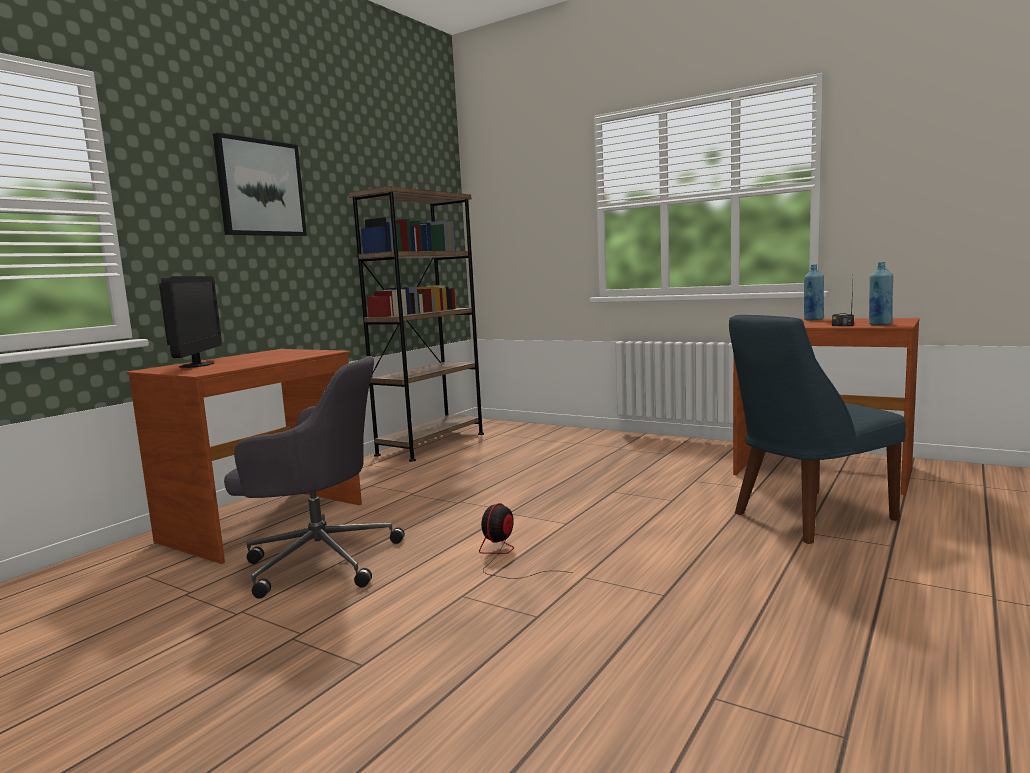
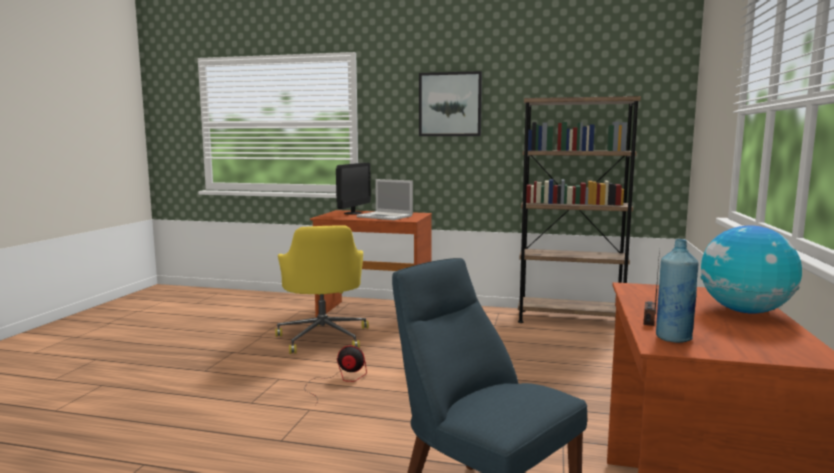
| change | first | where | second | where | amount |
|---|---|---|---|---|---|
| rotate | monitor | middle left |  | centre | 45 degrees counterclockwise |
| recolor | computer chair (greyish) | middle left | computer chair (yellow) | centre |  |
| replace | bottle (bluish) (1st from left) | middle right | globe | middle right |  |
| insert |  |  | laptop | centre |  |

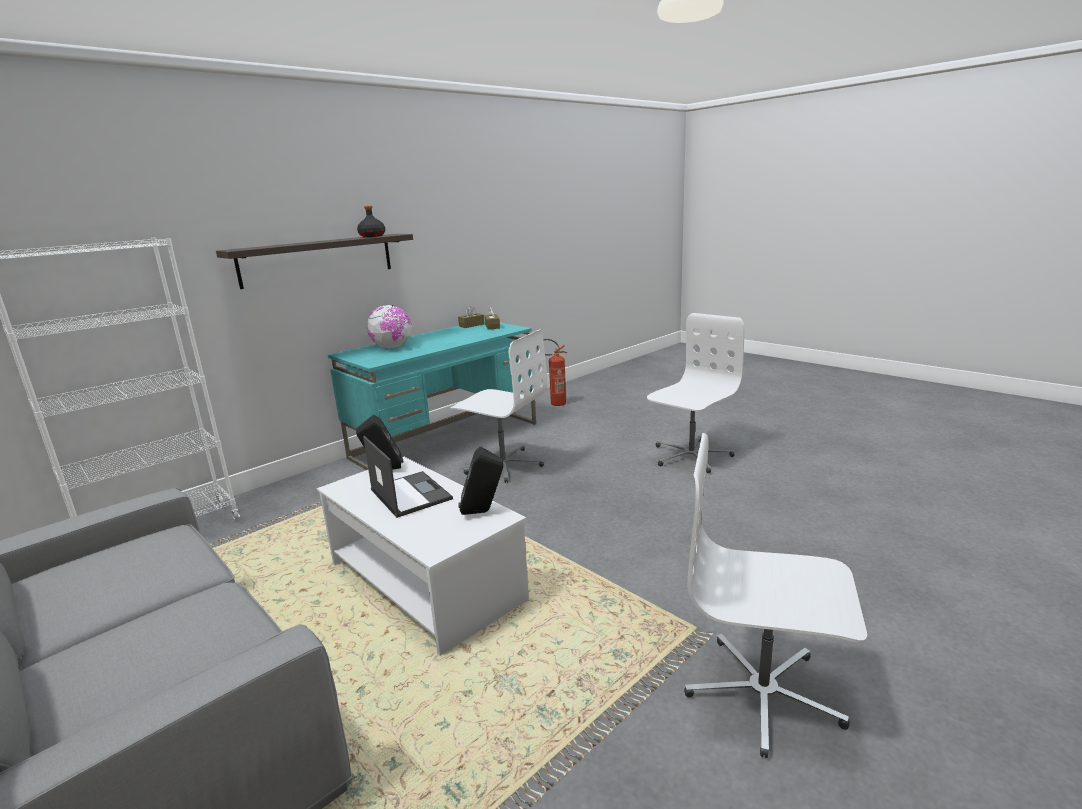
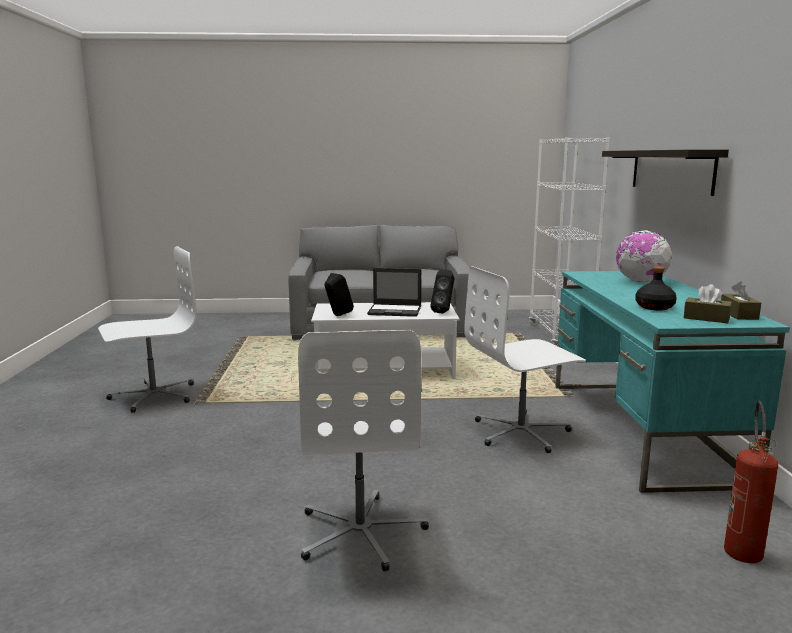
| change | first | where | second | where | amount |
|---|---|---|---|---|---|
| move | bottle (black-coloured) | top centre |  | middle right |  |

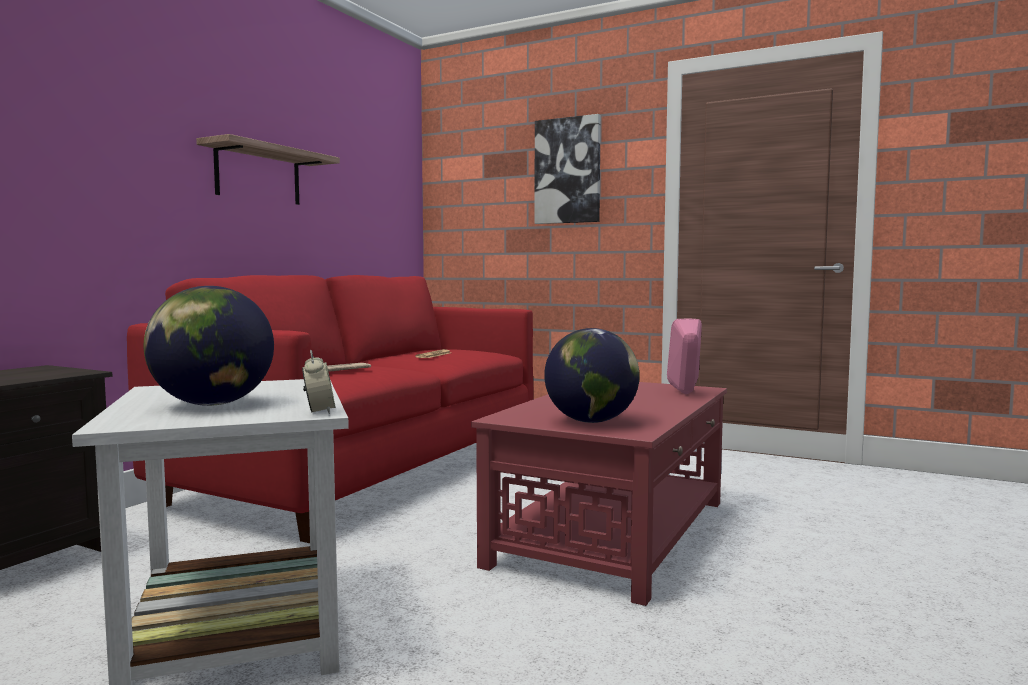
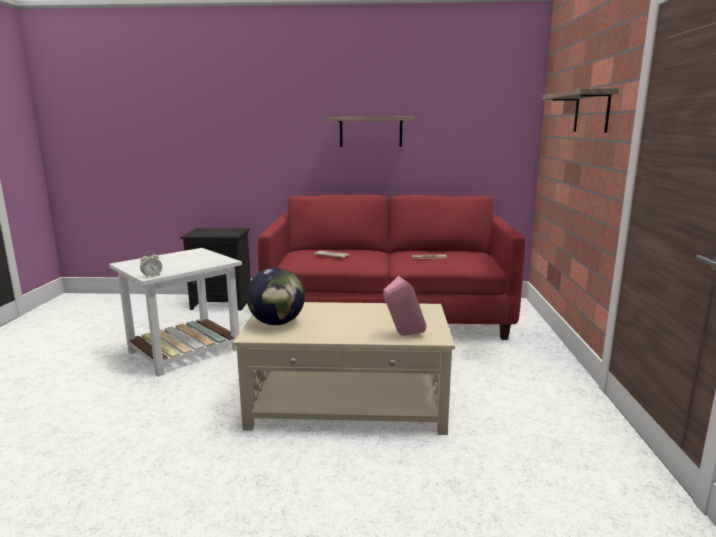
| change | first | where | second | where | amount |
|---|---|---|---|---|---|
| delete | globe (1st from left) | middle left |  |  |  |
| recolor | lounge table (red) | bottom centre | lounge table (sand-coloured) | bottom centre |  |
| replace | wall picture | top centre | bracket shelf (2nd from left) | top right |  |

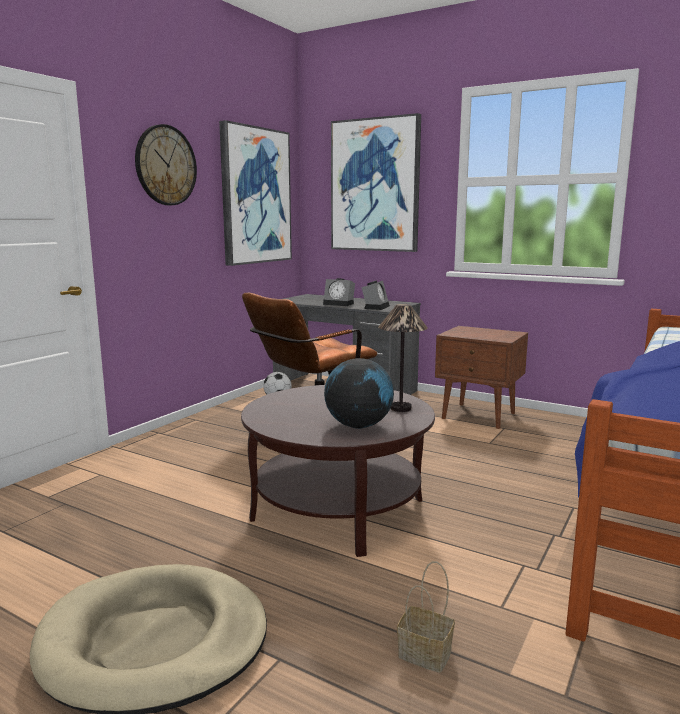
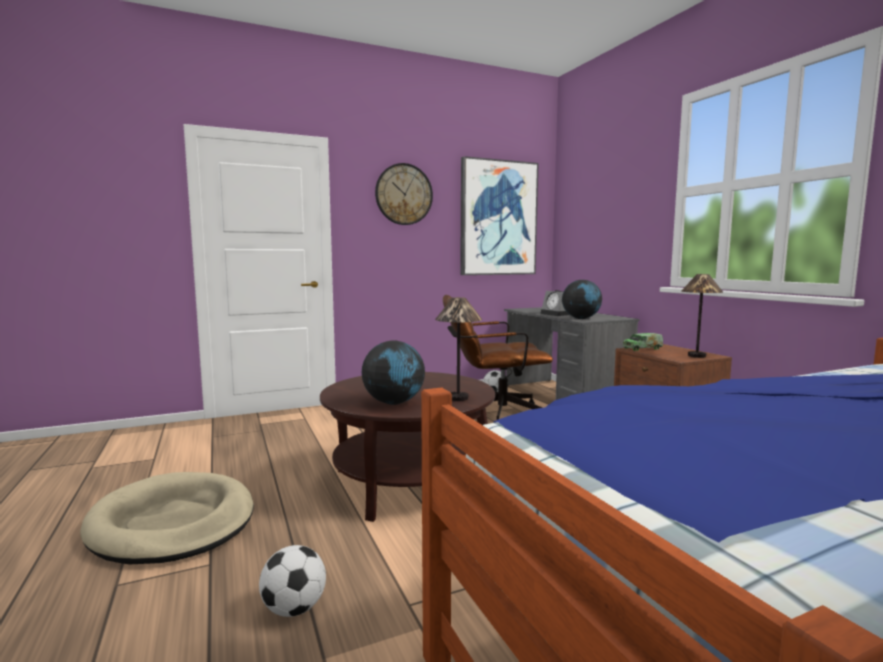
| change | first | where | second | where | amount |
|---|---|---|---|---|---|
| delete | wall picture (2nd from left) | top centre |  |  |  |
| replace | table clock (2nd from left) | centre | globe (2nd from left) | centre |  |
| replace | household basket | bottom centre | football (1st from left) | bottom left |  |
| insert |  |  | toy lorry | middle right |  |
| insert |  |  | tabletop lamp (2nd from left) | middle right |  |

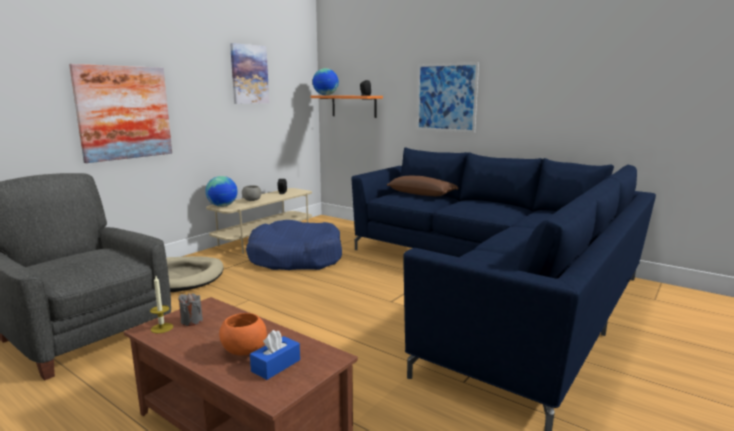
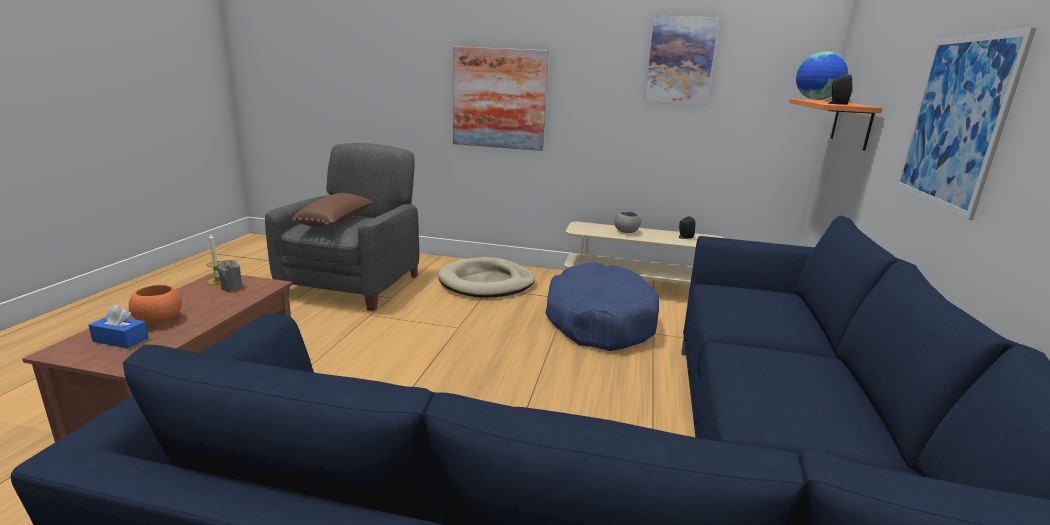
| change | first | where | second | where | amount |
|---|---|---|---|---|---|
| delete | globe (1st from left) | middle left |  |  |  |
| move | cushion (brown-coloured) | centre |  | middle left |  |

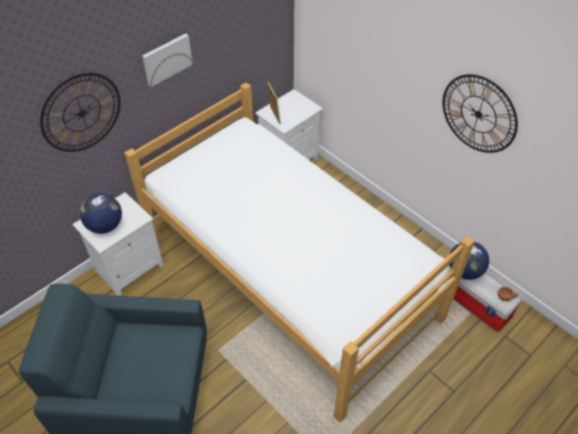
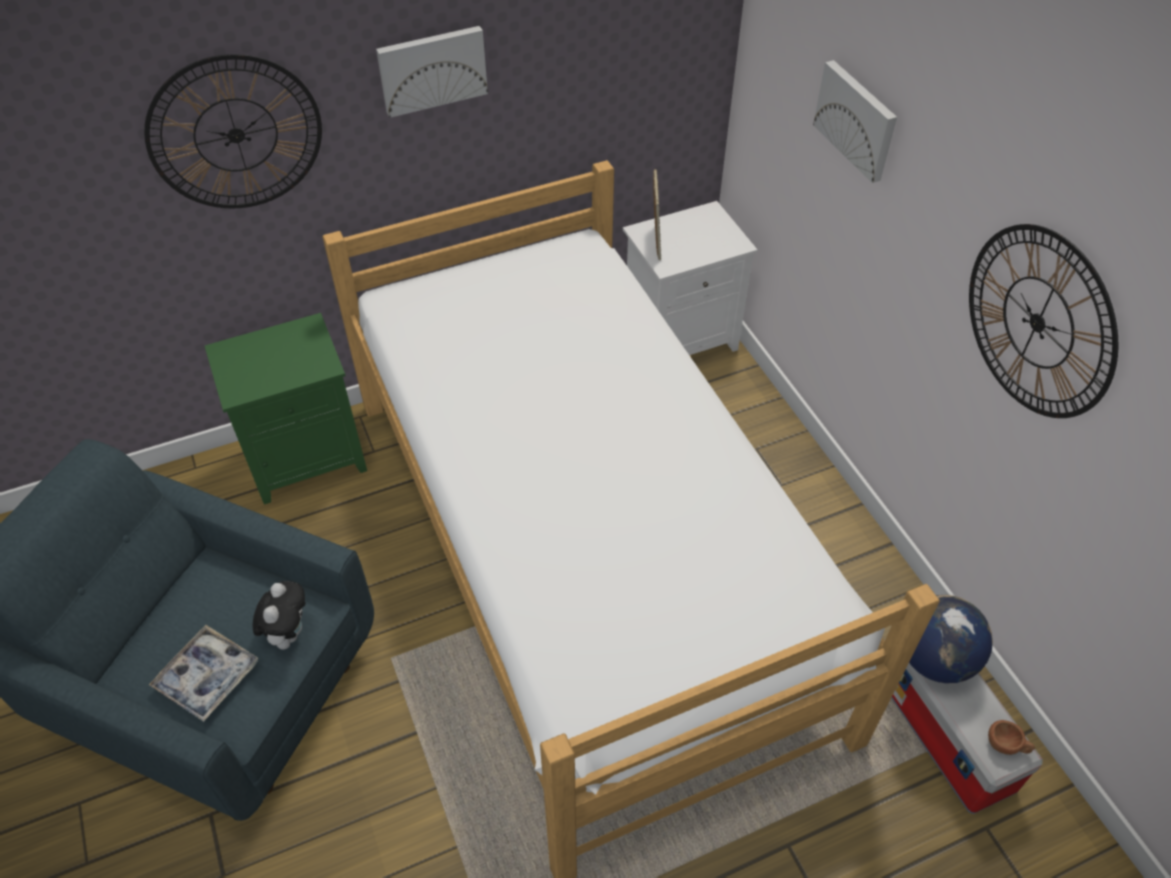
| change | first | where | second | where | amount |
|---|---|---|---|---|---|
| recolor | bedside table (whitish) (1st from left) | middle left | bedside table (green) | middle left |  |
| delete | globe (1st from left) | middle left |  |  |  |
| insert |  |  | carrying tray | bottom left |  |
| insert |  |  | cuddly toy | bottom left |  |
| insert |  |  | wall picture (2nd from left) | top right |  |

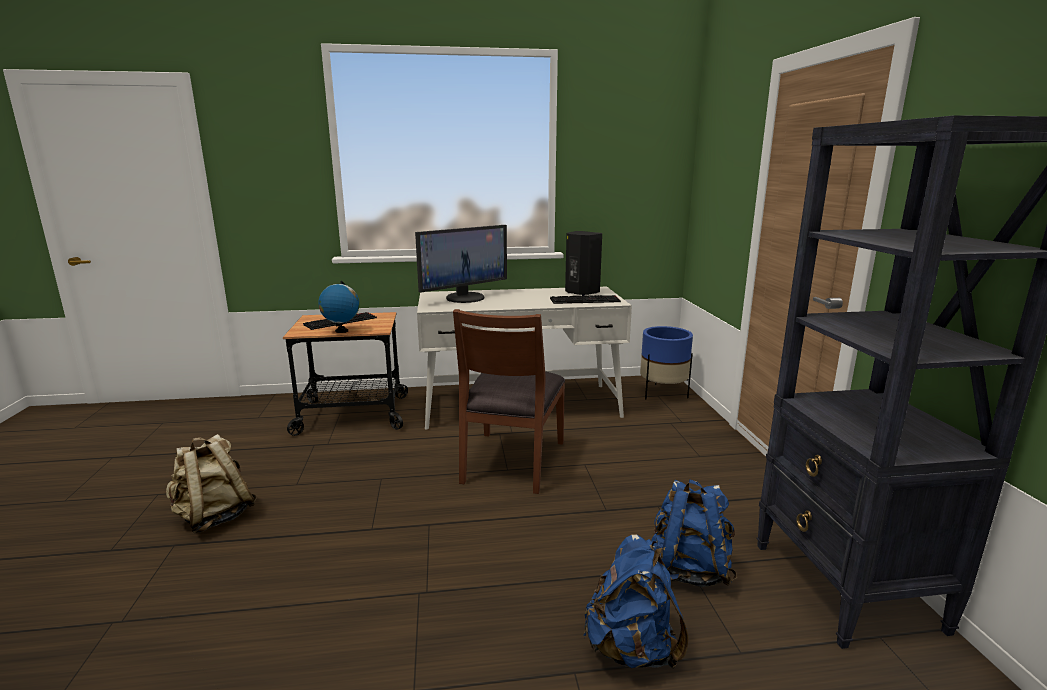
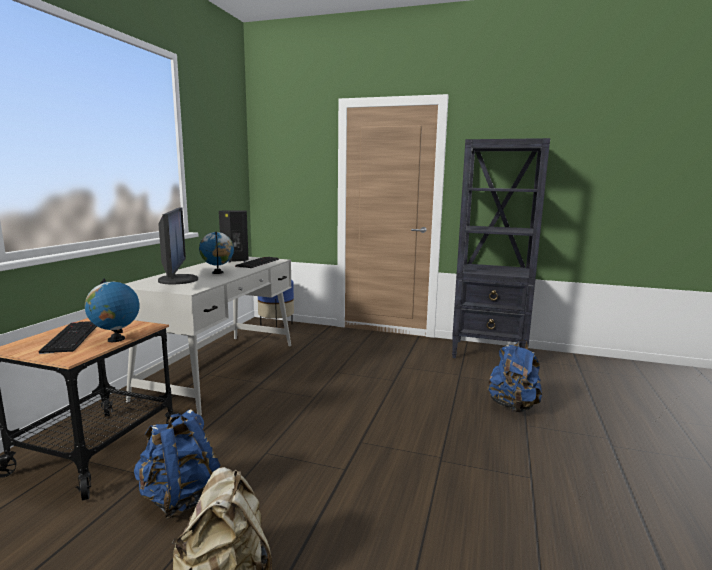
| change | first | where | second | where | amount |
|---|---|---|---|---|---|
| delete | upright chair (brown-coloured) | centre |  |  |  |
| move | backpack (bluish) (2nd from left in the first image) | bottom centre | backpack (bluish) (1st from left) | bottom left |  |
| insert |  |  | globe (2nd from left) | middle left |  |

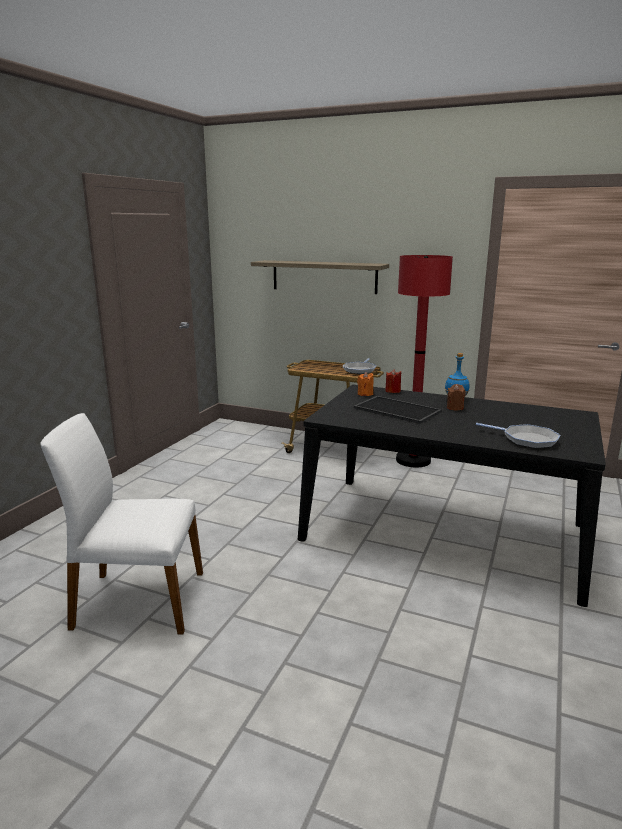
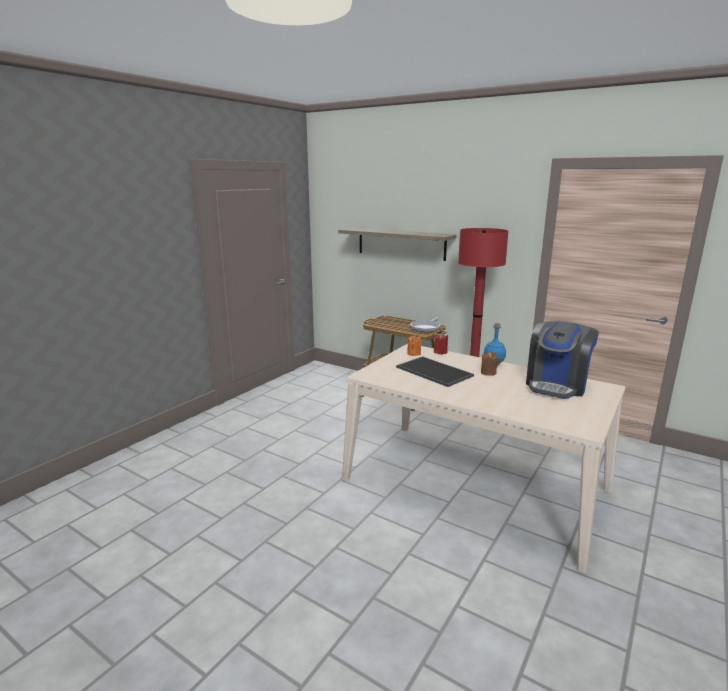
| change | first | where | second | where | amount |
|---|---|---|---|---|---|
| delete | upright chair (whitish) | middle left |  |  |  |
| recolor | kitchen table (black-coloured) | middle right | kitchen table (sand-coloured) | centre |  |
| delete | skillet (2nd from left) | middle right |  |  |  |
| insert |  |  | coffee maker | middle right |  |

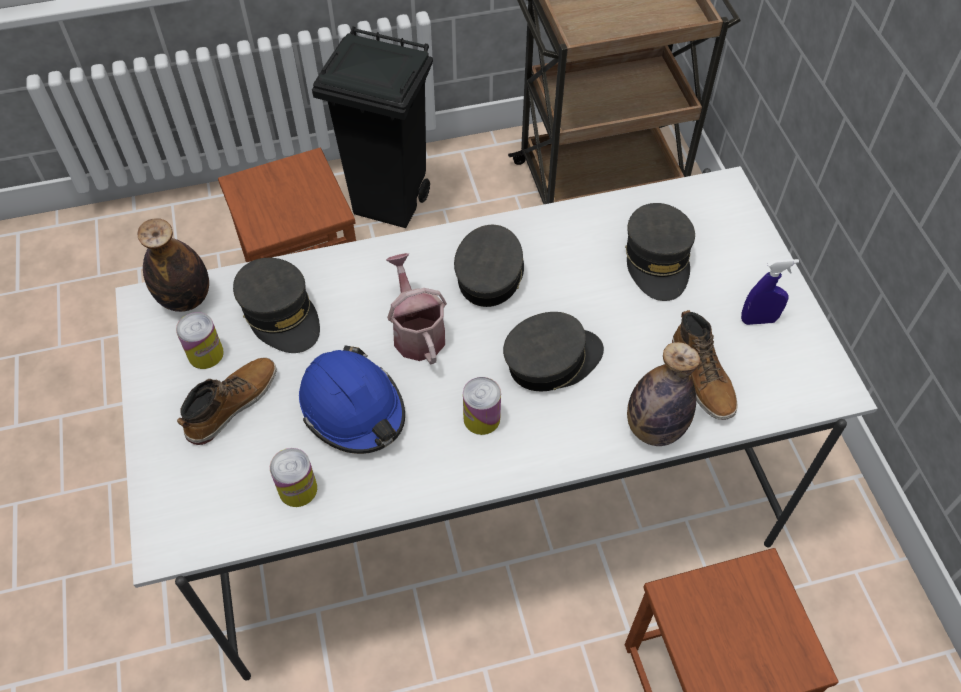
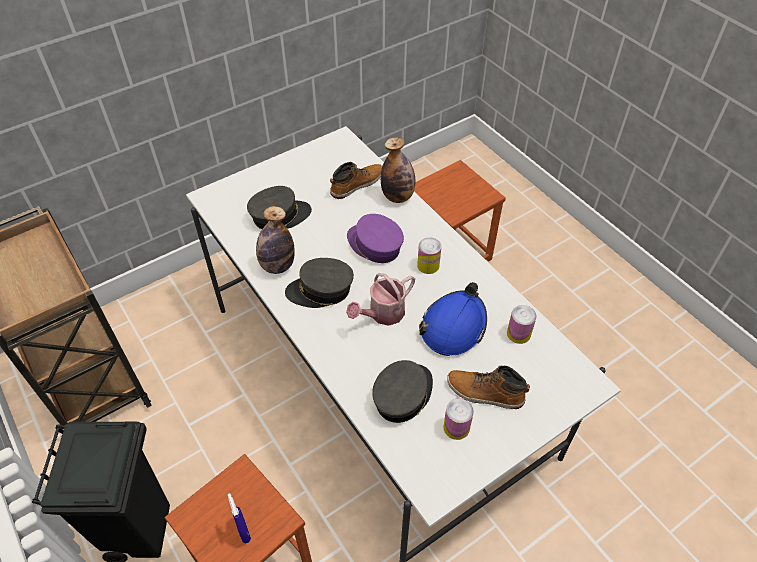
| change | first | where | second | where | amount |
|---|---|---|---|---|---|
| move | bottle (1st from left) | middle left |  | centre |  |
| recolor | baseball cap (greyish) (3rd from left) | centre | baseball cap (purplish) | centre |  |
| move | hand sprayer (bluish) | middle right |  | bottom left |  |

